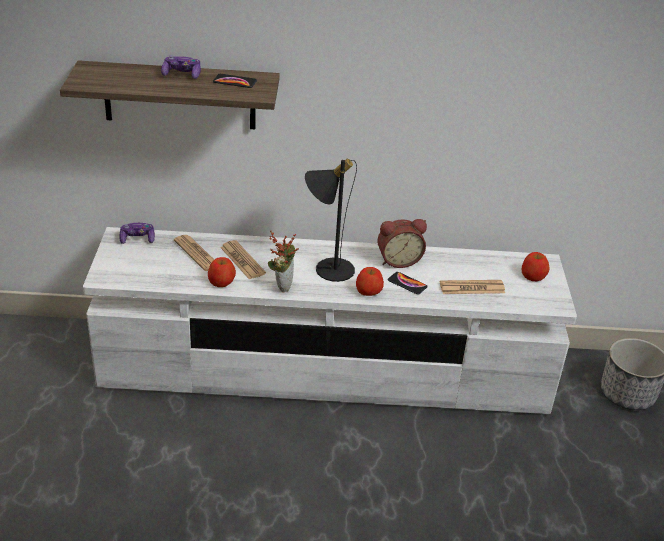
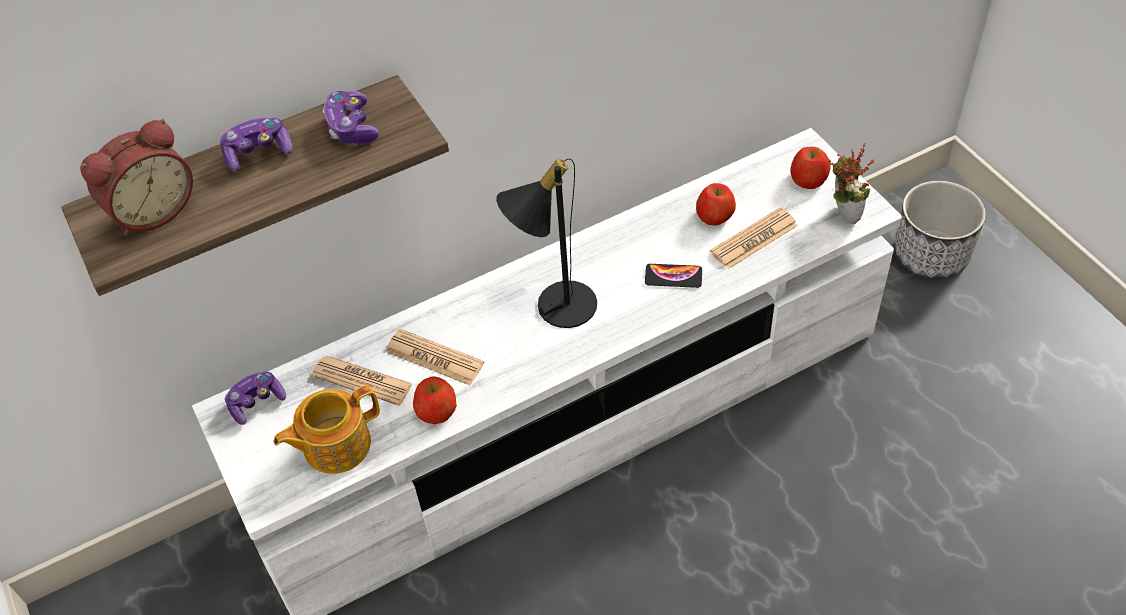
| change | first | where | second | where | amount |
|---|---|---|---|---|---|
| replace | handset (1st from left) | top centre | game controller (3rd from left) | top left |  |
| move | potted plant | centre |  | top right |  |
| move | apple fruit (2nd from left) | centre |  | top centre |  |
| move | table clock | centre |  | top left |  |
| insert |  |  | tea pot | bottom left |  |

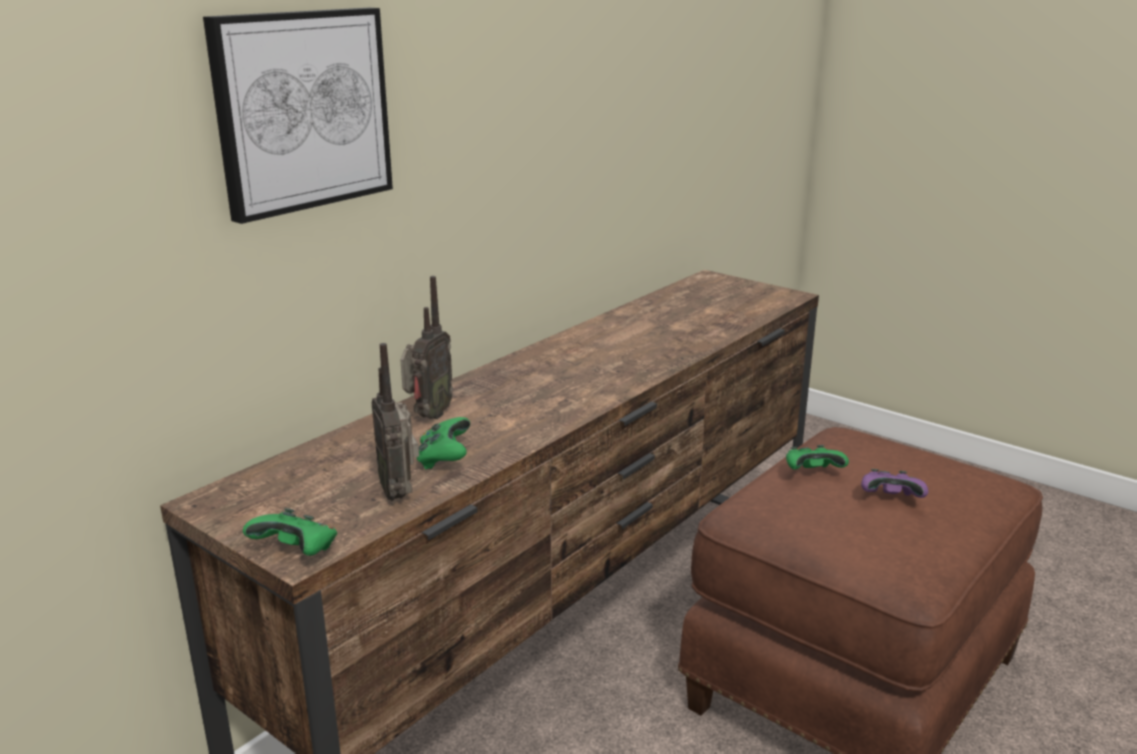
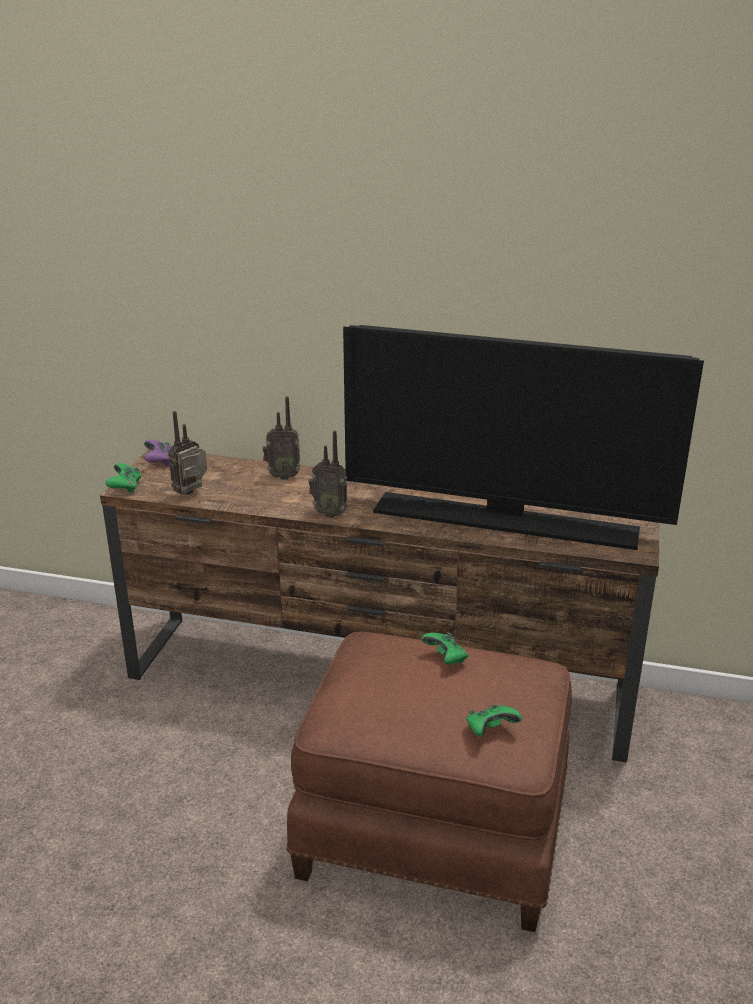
| change | first | where | second | where | amount |
|---|---|---|---|---|---|
| delete | wall picture | top left |  |  |  |
| move | game controller (green) (2nd from left in the first image) | centre | game controller (green) (3rd from left) | bottom centre |  |
| move | game controller (purplish) | middle right |  | middle left |  |
| insert |  |  | radio set (3rd from left) | centre |  |
| insert |  |  | TV set | middle right |  |

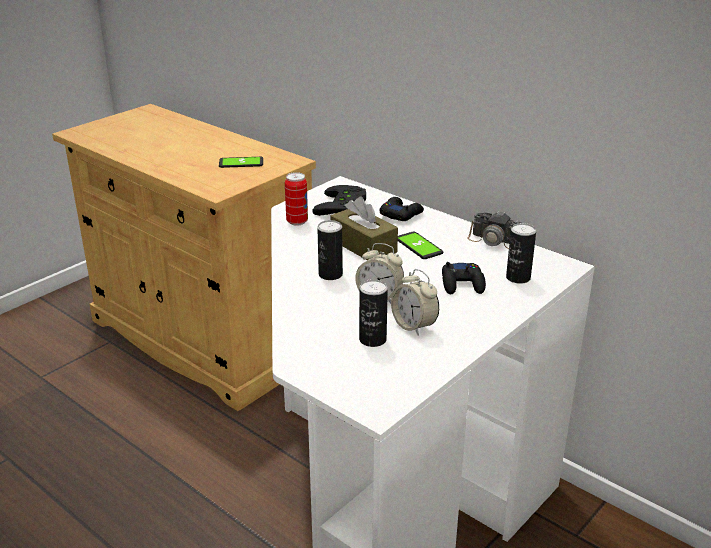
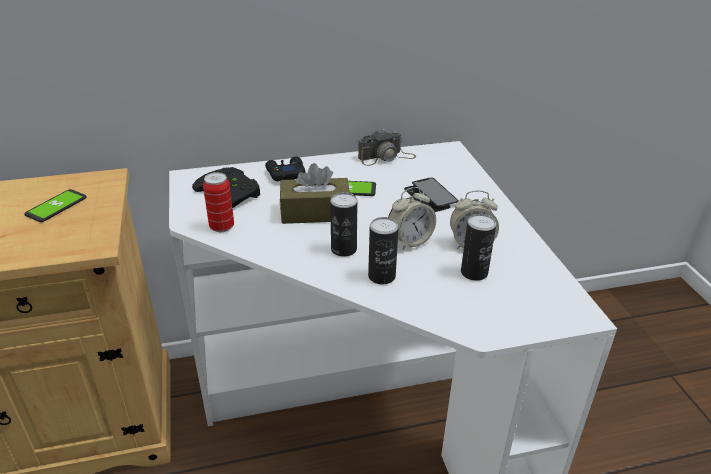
| change | first | where | second | where | amount |
|---|---|---|---|---|---|
| replace | game controller (black-coloured) (3rd from left) | centre | handset (3rd from left) | centre |  |
| move | can (4th from left in the first image) | middle right | can (3rd from left) | centre |  |

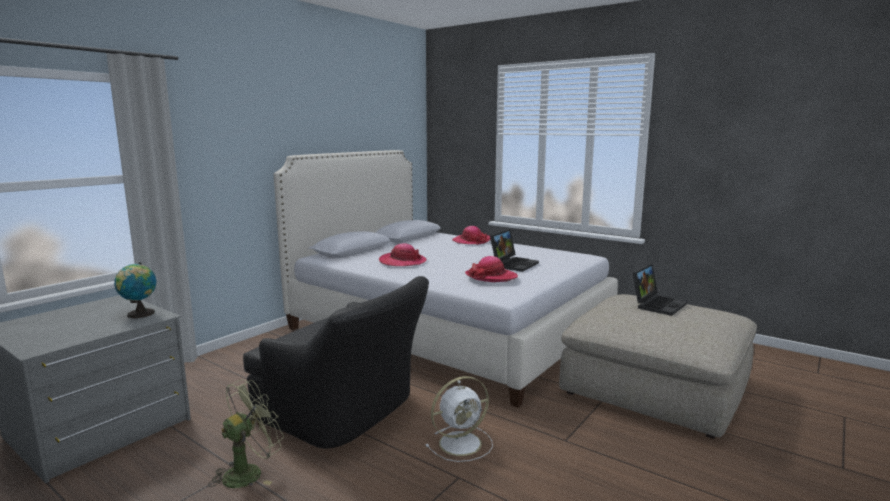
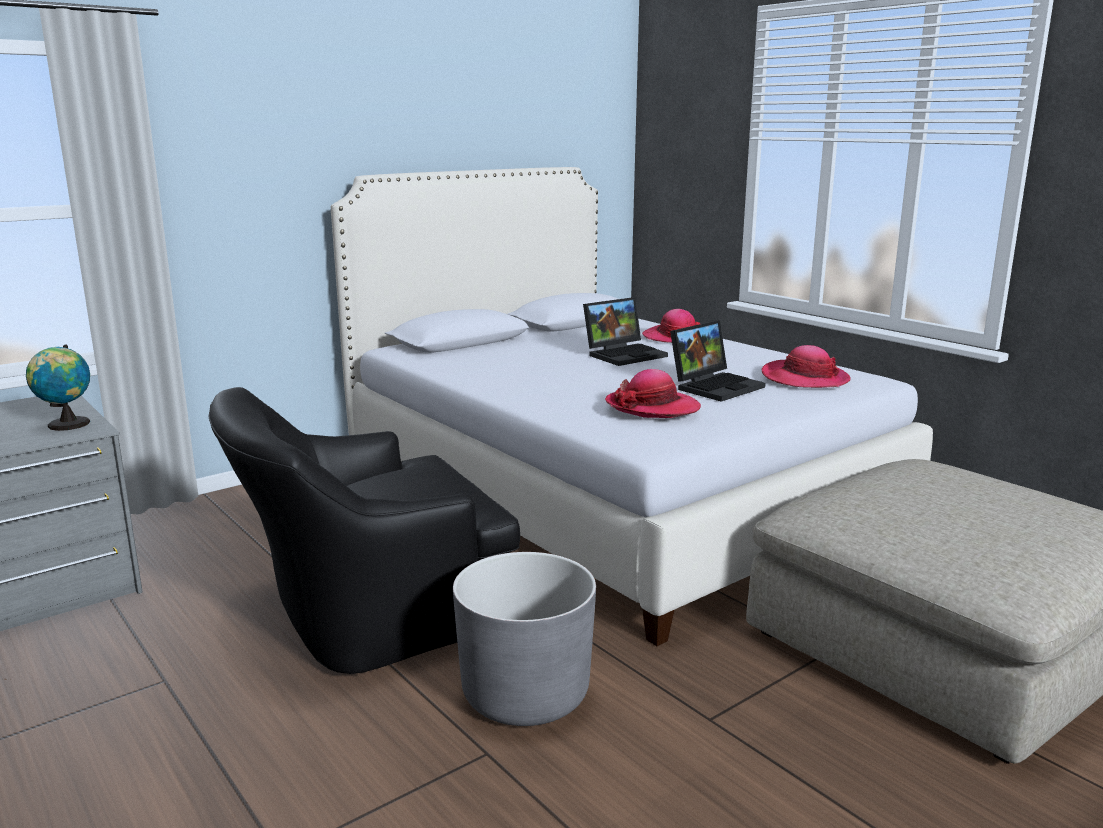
| change | first | where | second | where | amount |
|---|---|---|---|---|---|
| delete | fan (green) | bottom left |  |  |  |
| rotate | lounge chair (black-coloured) | bottom centre |  | middle left | 105 degrees clockwise |
| move | wearable hat (1st from left in the first image) | centre | wearable hat (3rd from left) | middle right |  |
| replace | fan (whitish) | bottom centre | flower pot (greyish) | bottom centre |  |
| move | laptop (2nd from left in the first image) | middle right | laptop (1st from left) | centre |  |

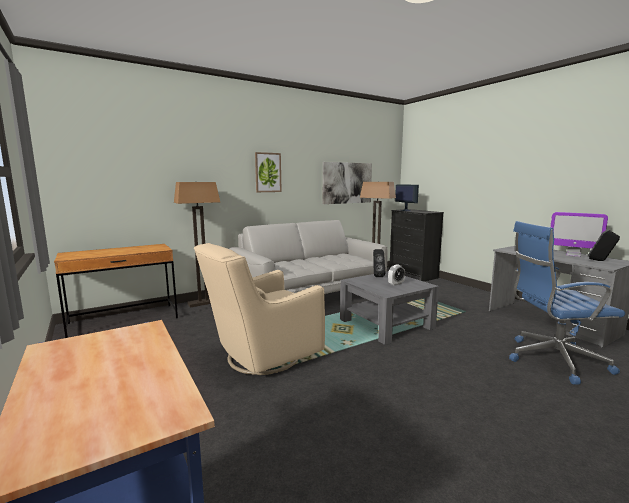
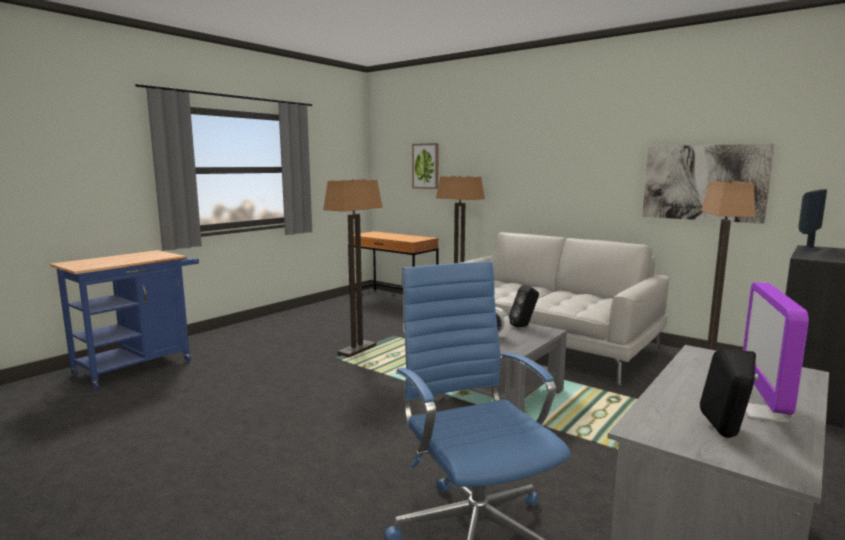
| change | first | where | second | where | amount |
|---|---|---|---|---|---|
| replace | lounge chair (sand-coloured) | centre | standard lamp (1st from left) | centre |  |
| move | wall picture (1st from left) | centre |  | top centre |  |

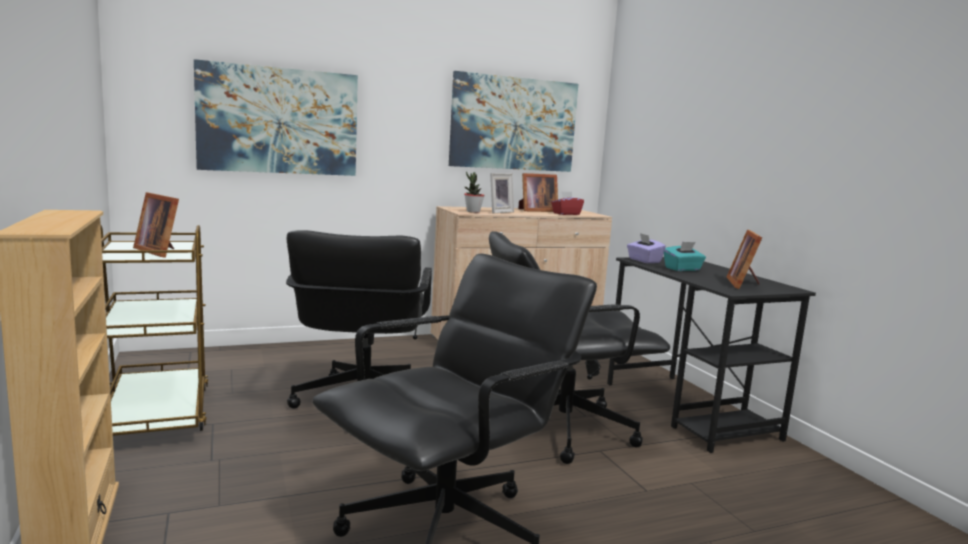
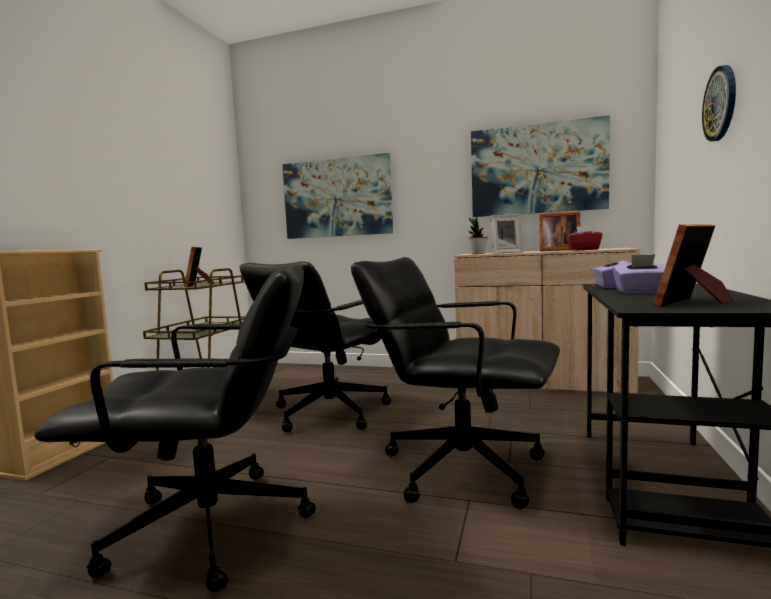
| change | first | where | second | where | amount |
|---|---|---|---|---|---|
| recolor | tissue holder (turquoise) | middle right | tissue holder (purplish) (2nd from left) | middle right |  |
| insert |  |  | clock on the wall | top right |  |

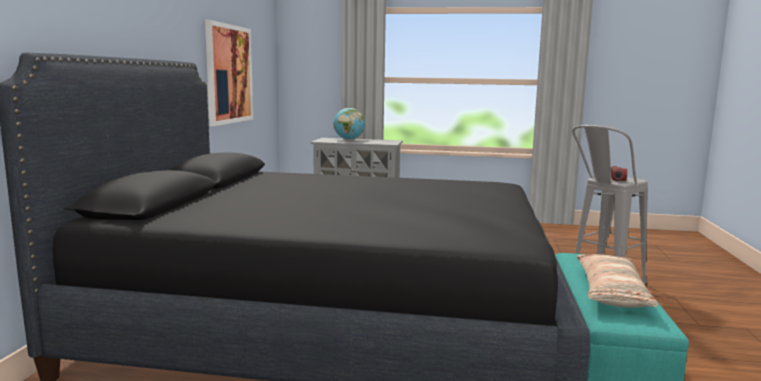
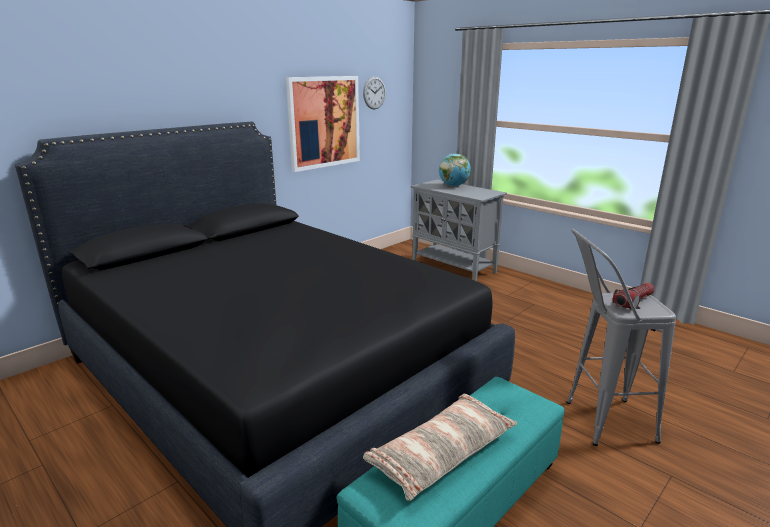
| change | first | where | second | where | amount |
|---|---|---|---|---|---|
| insert |  |  | clock on the wall | top centre |  |

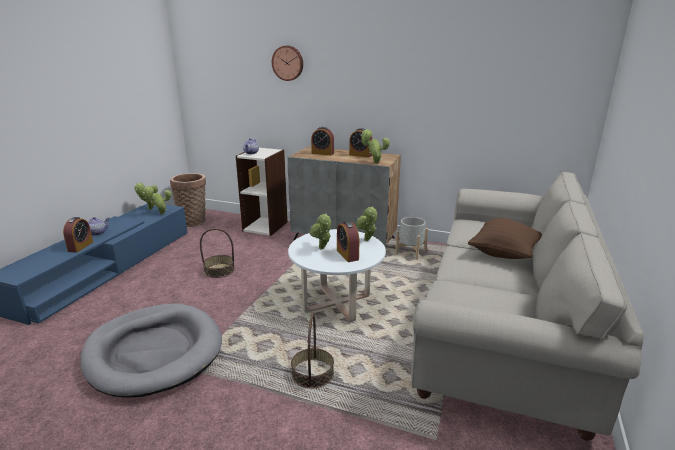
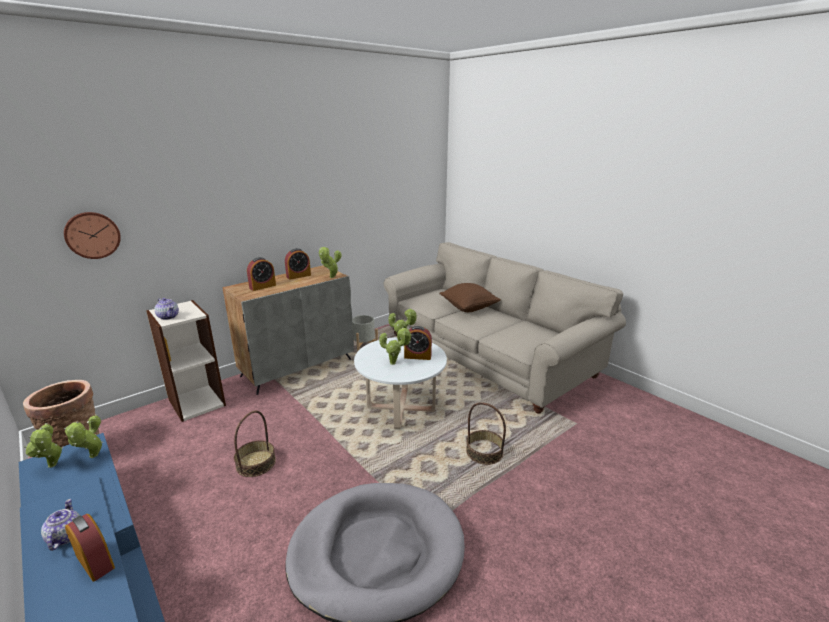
| change | first | where | second | where | amount |
|---|---|---|---|---|---|
| move | clock on the wall | top centre |  | middle left |  |

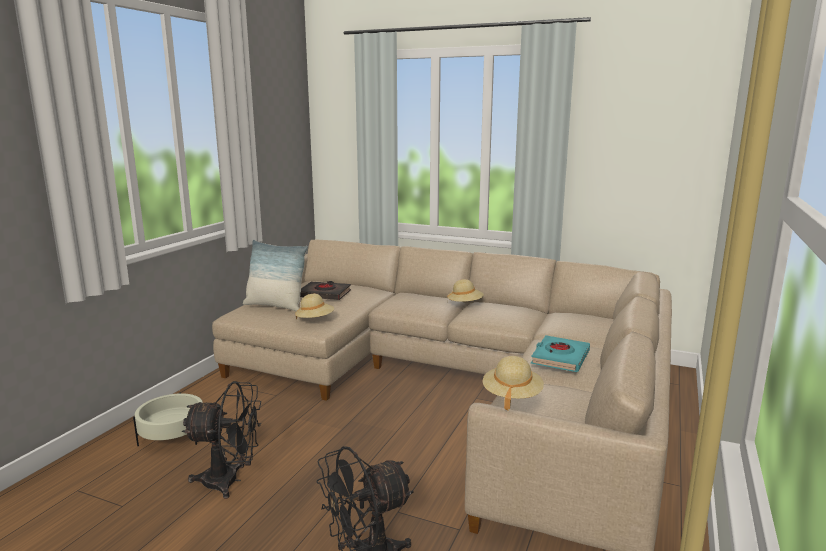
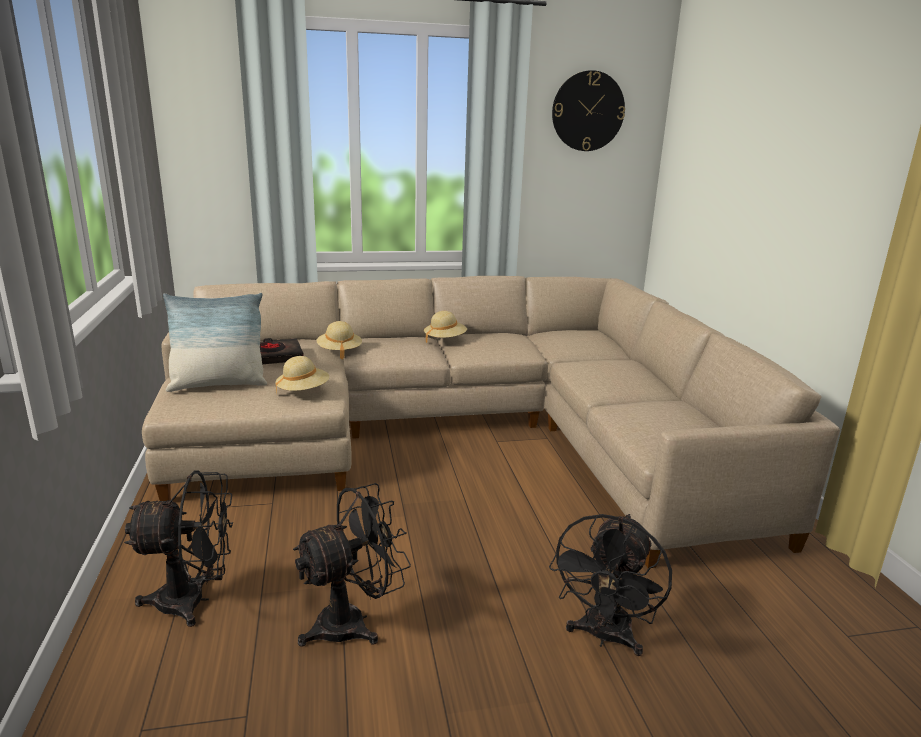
| change | first | where | second | where | amount |
|---|---|---|---|---|---|
| replace | flower pot (sand-coloured) | bottom left | fan (black-coloured) (1st from left) | bottom left |  |
| move | wearable hat (sand-coloured) (3rd from left in the first image) | bottom centre | wearable hat (sand-coloured) (2nd from left) | centre |  |
| delete | bound book (turquoise) | middle right |  |  |  |
| insert |  |  | clock on the wall | top centre |  |

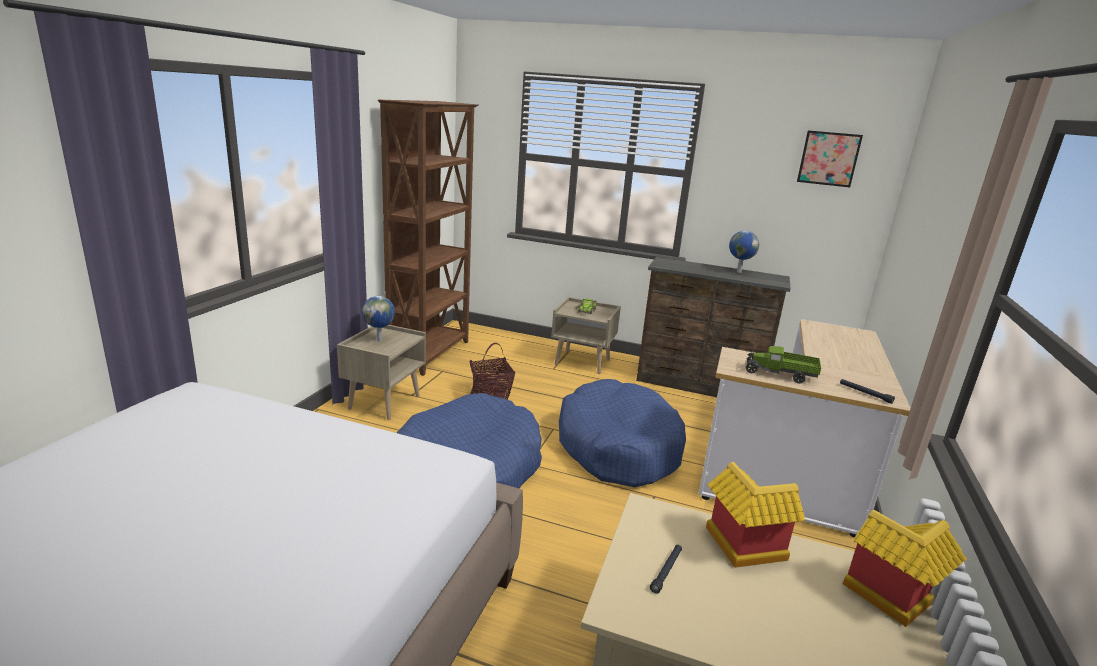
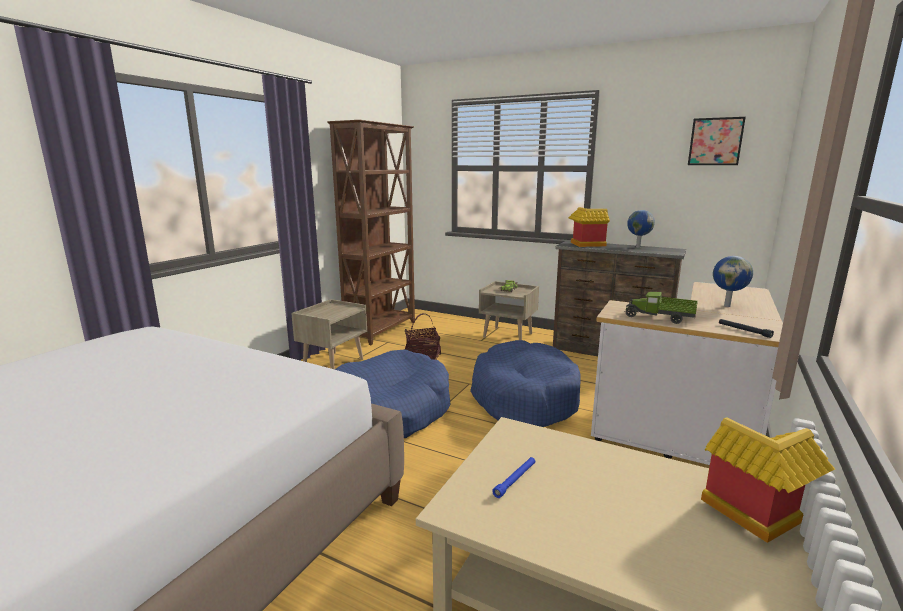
| change | first | where | second | where | amount |
|---|---|---|---|---|---|
| move | globe (1st from left in the first image) | centre | globe (2nd from left) | middle right |  |
| recolor | hand torch (black-coloured) (1st from left) | bottom centre | hand torch (bluish) | bottom centre |  |
| move | toy house (1st from left) | bottom right |  | centre |  |

